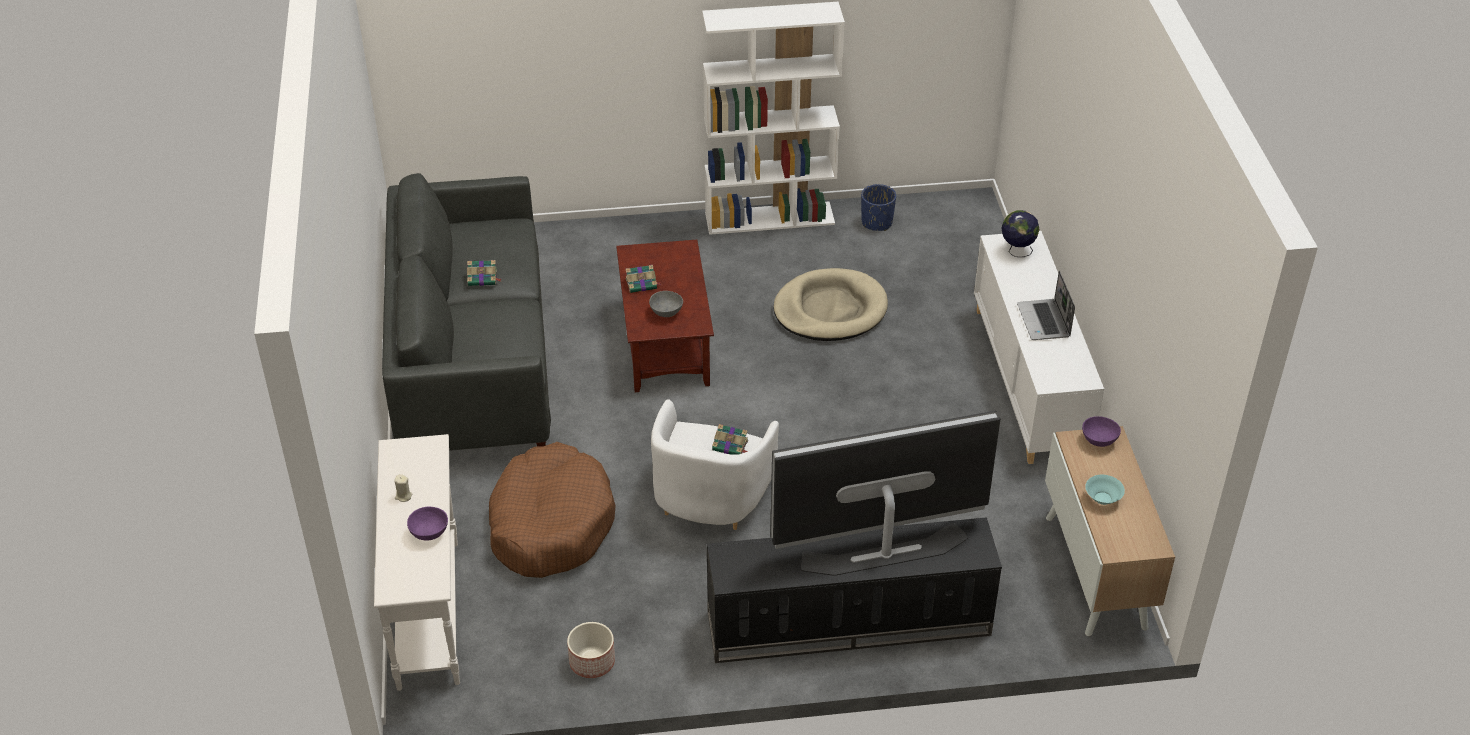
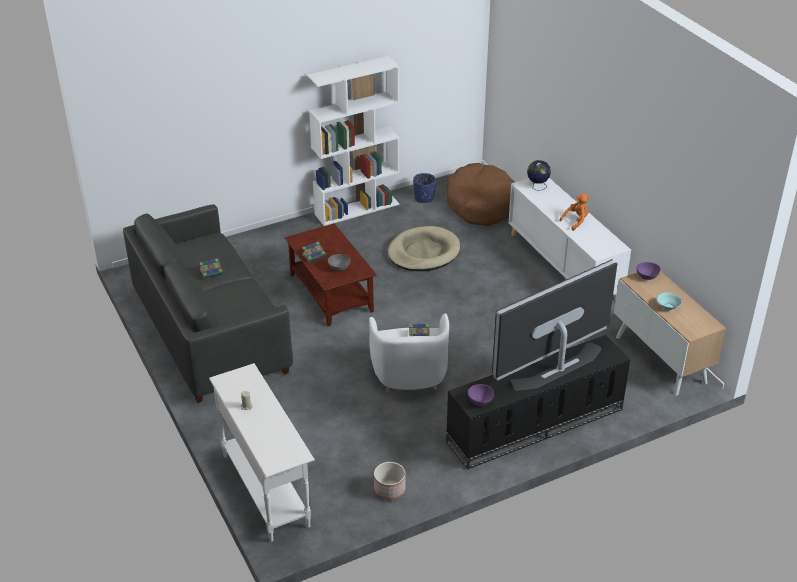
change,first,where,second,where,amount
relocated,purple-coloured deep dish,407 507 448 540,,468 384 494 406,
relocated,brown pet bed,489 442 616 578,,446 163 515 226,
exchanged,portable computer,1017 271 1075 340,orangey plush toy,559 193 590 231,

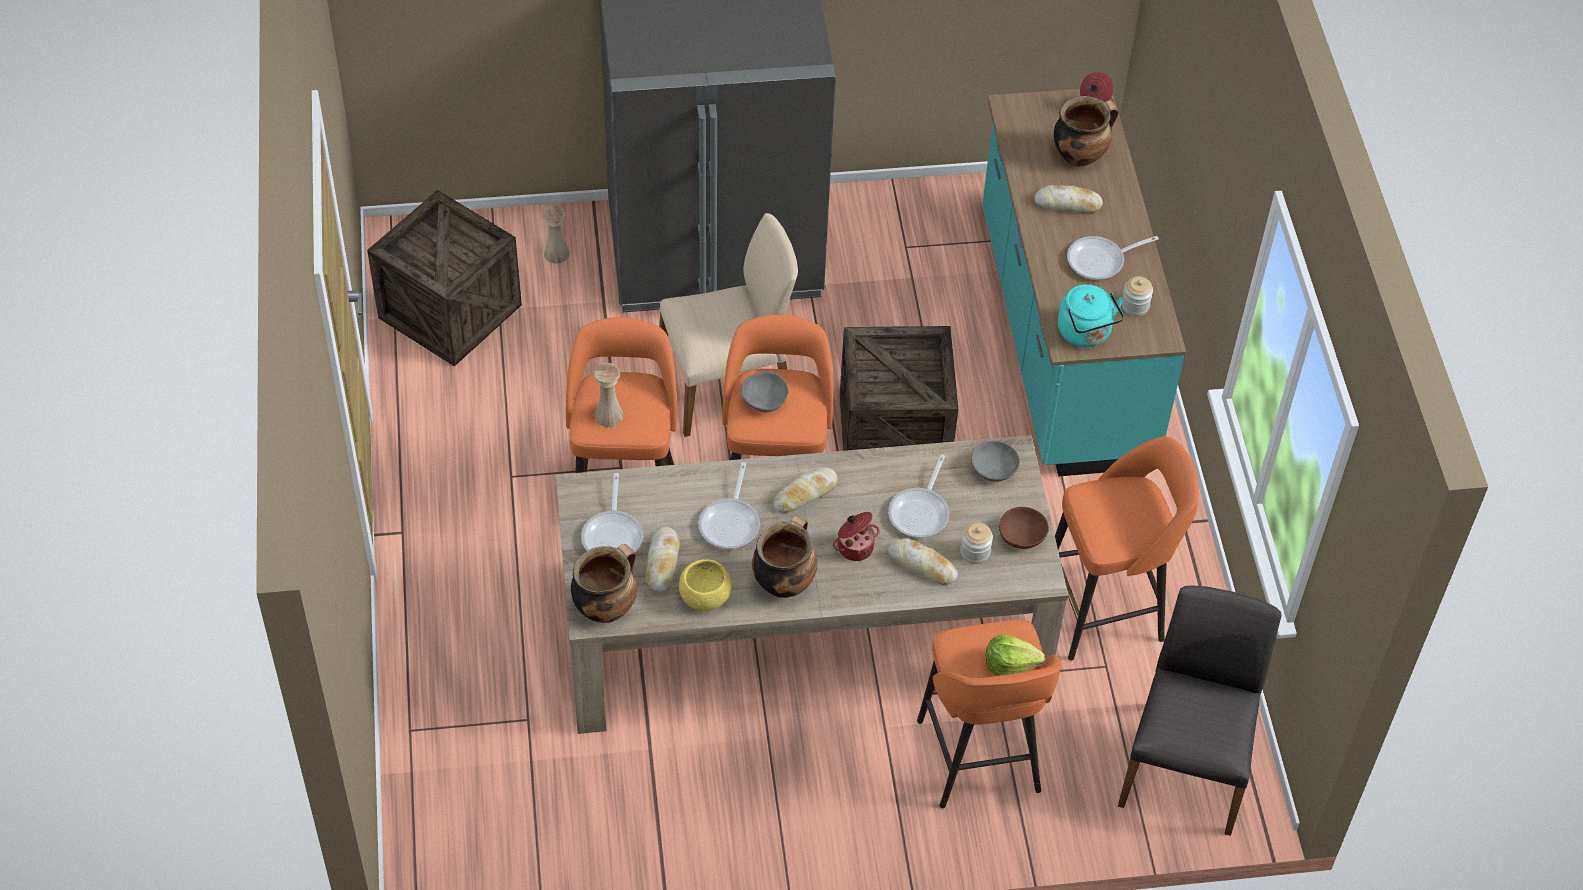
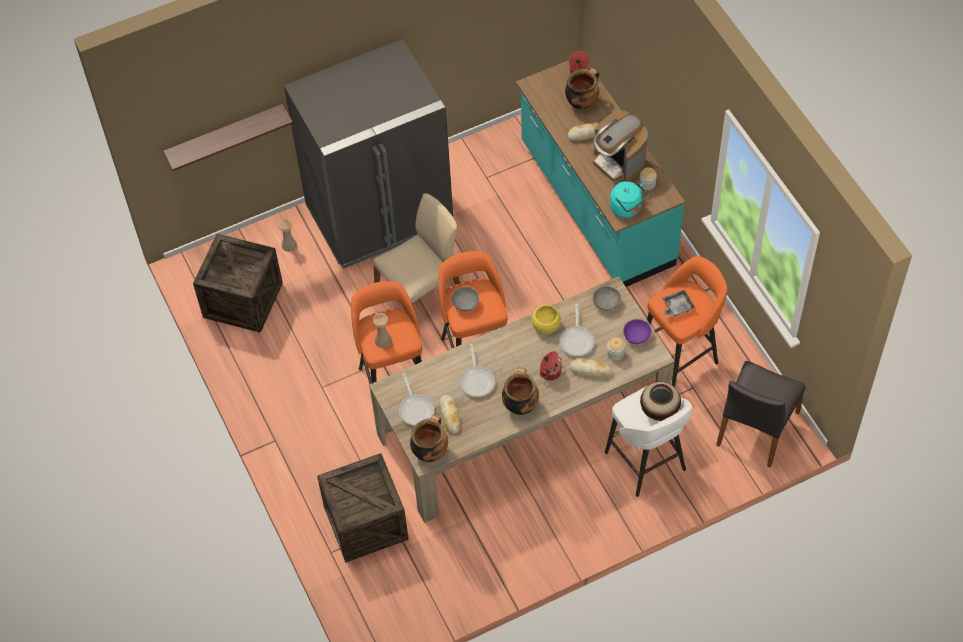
change,first,where,second,where,amount
missing,bread,773 468 838 513,,,
appeared,,,shelf,163 104 293 171,
appeared,,,grey tray,662 290 695 317,
relocated,yellow-coloured deep dish,679 559 731 611,,532 305 561 334,
relocated,packing crate,840 326 958 451,,317 453 409 563,
exchanged,lettuce head,986 634 1045 676,decorative vase,640 382 681 421,
exchanged,frying pan,1067 236 1159 280,coffee machine,593 110 648 182,
colour,orangey sitting stool,917 620 1061 808,whitish sitting stool,605 386 692 497,
colour,brown deep dish,999 507 1049 549,purple-coloured deep dish,623 319 651 344,
spun,grey plain chair,1118 586 1281 836,,716 361 805 468,150 degrees counterclockwise

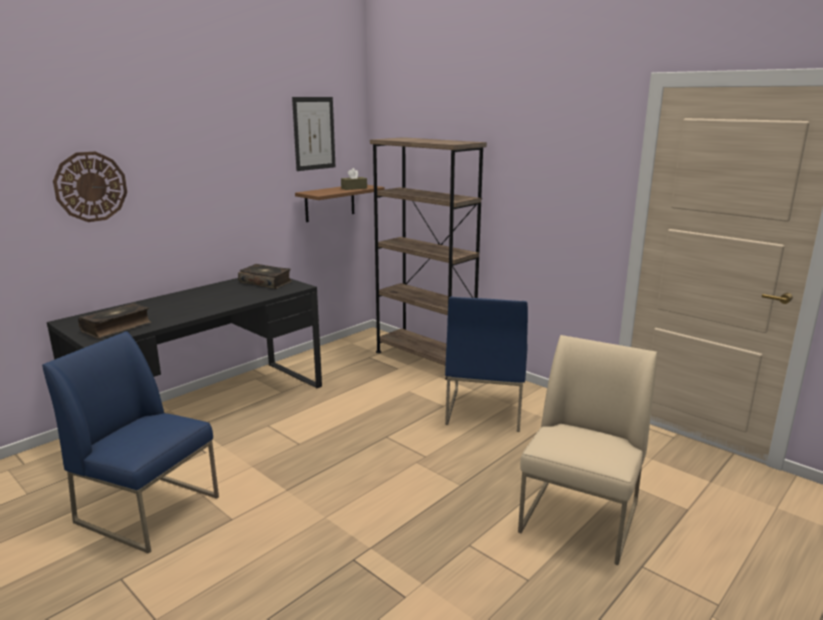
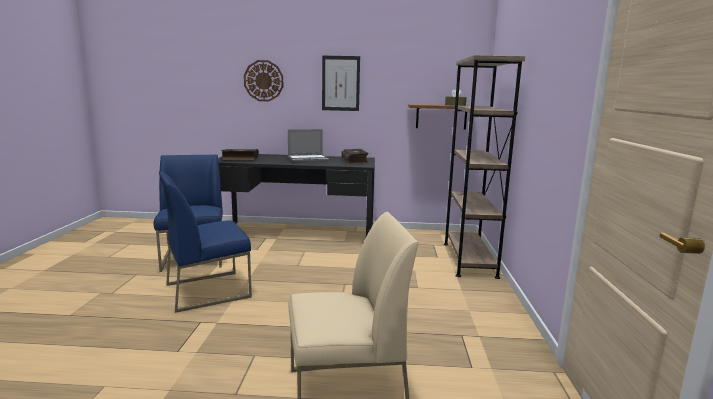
change,first,where,second,where,amount
appeared,,,portable computer,288 129 329 163,
relocated,wall picture,292 97 335 171,,322 56 360 111,
relocated,blue plain chair,445 297 528 432,,159 171 252 313,

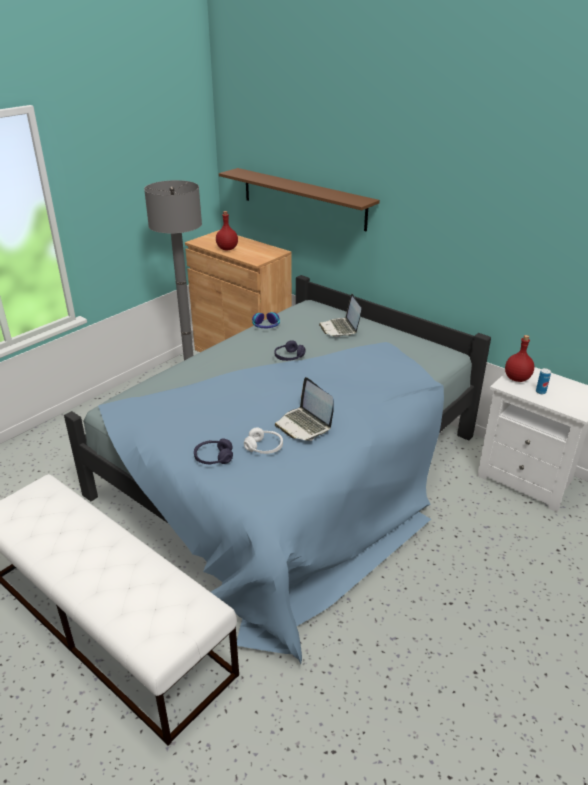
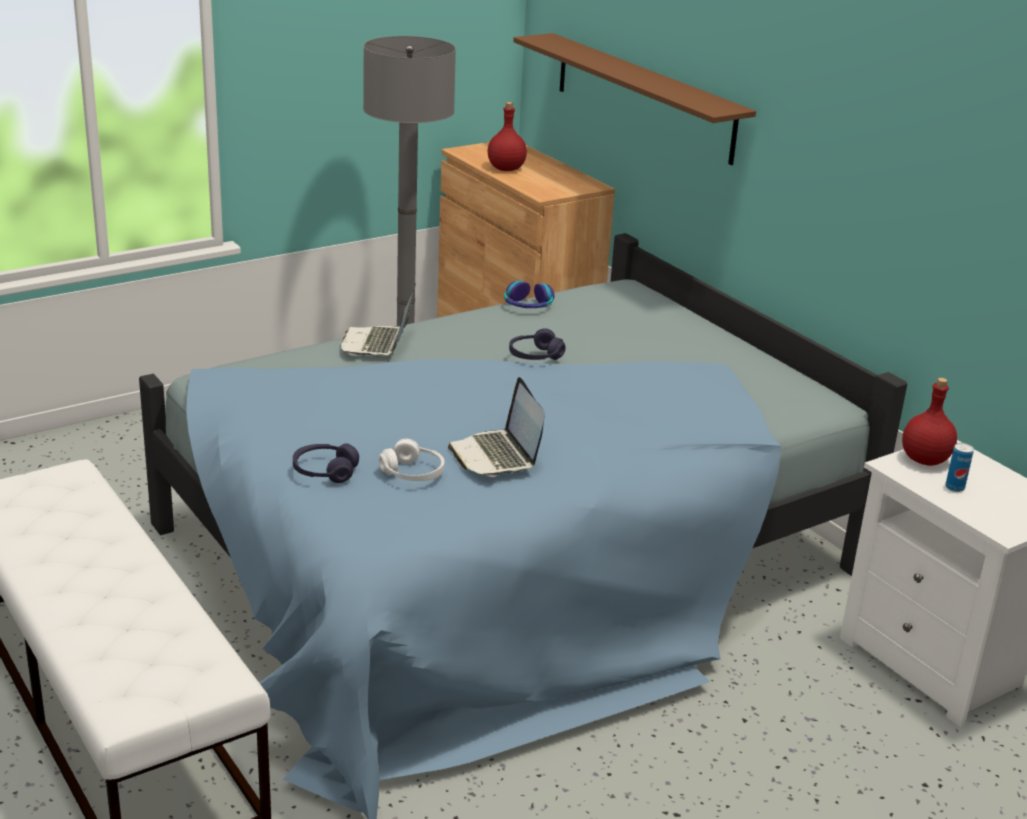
change,first,where,second,where,amount
relocated,portable computer,319 294 361 337,,340 284 416 356,

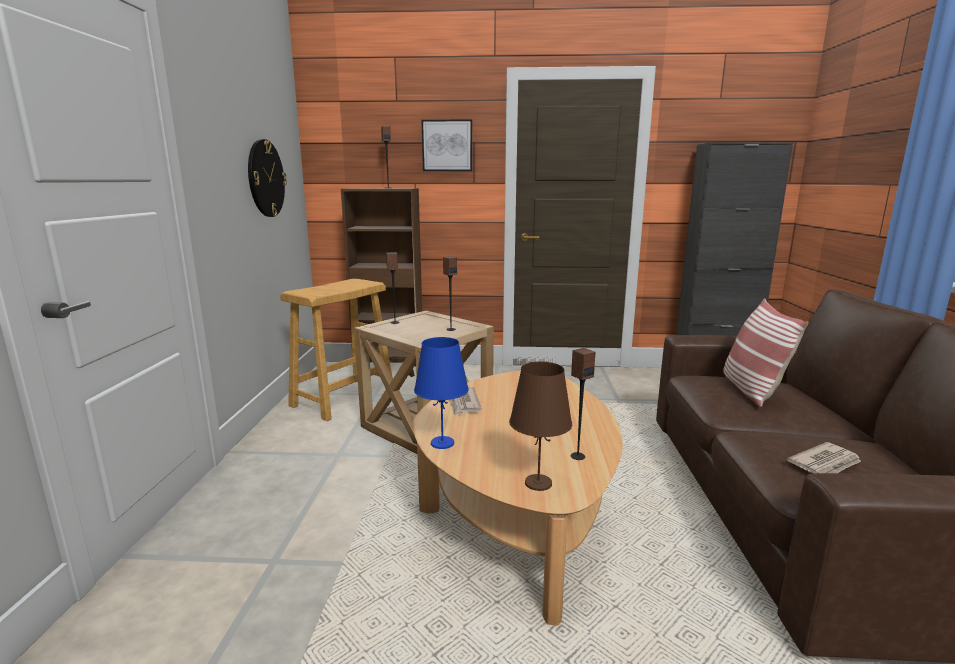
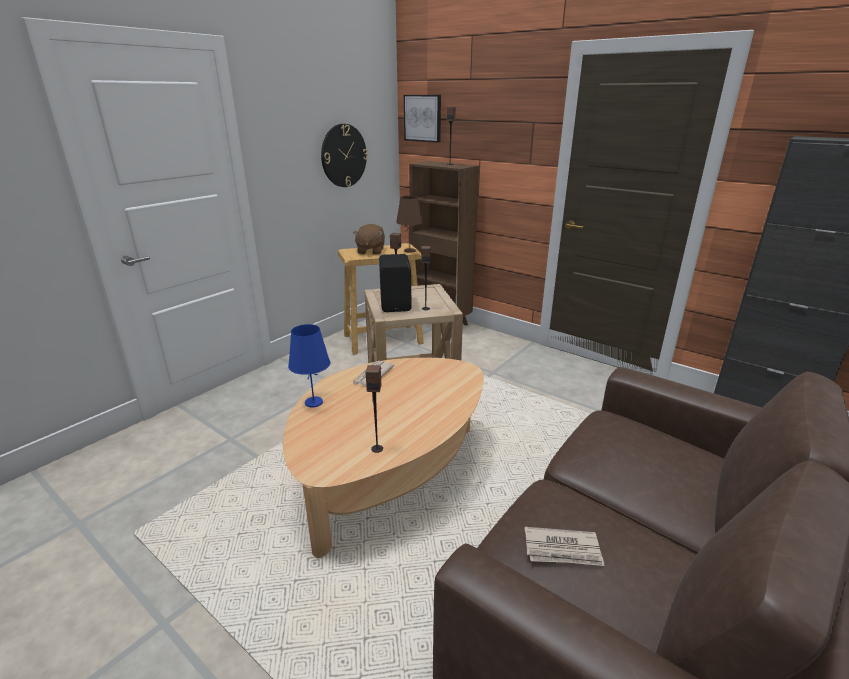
change,first,where,second,where,amount
missing,throw pillow,723 298 808 407,,,
appeared,,,brown plush toy,353 224 385 255,
appeared,,,blackish loudspeaker,379 254 412 312,
relocated,wall picture,422 120 472 171,,404 95 441 143,
relocated,brown table lamp,509 362 572 491,,396 196 423 253,

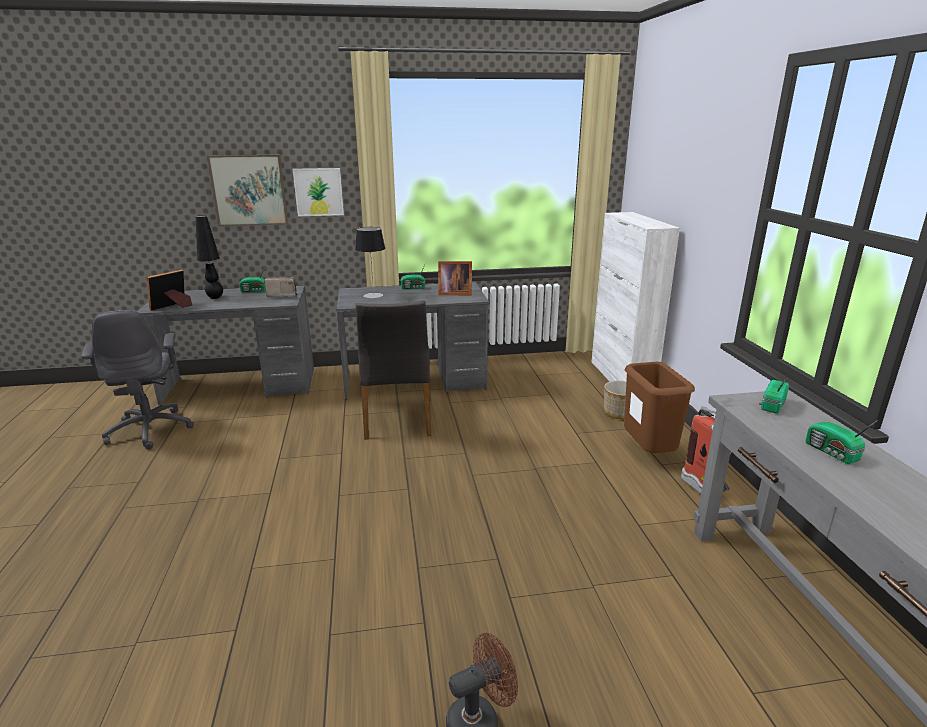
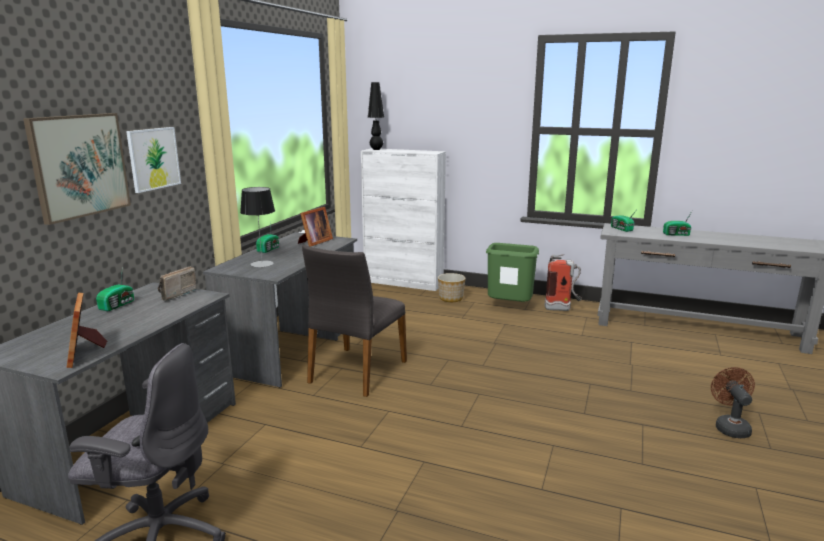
change,first,where,second,where,amount
relocated,blackish table lamp,196 215 223 299,,368 82 384 150,
colour,brown rubbish bin,624 362 695 453,green rubbish bin,486 243 539 302,
spun,grey plain chair,355 300 431 440,,302 245 407 397,90 degrees clockwise

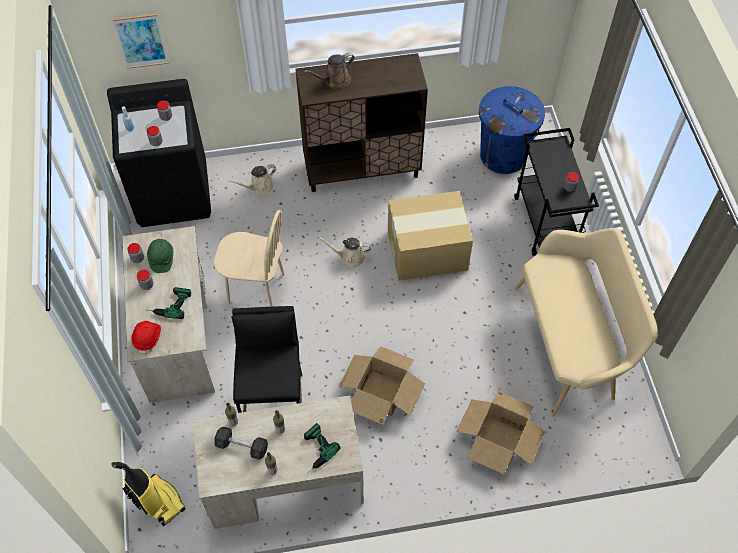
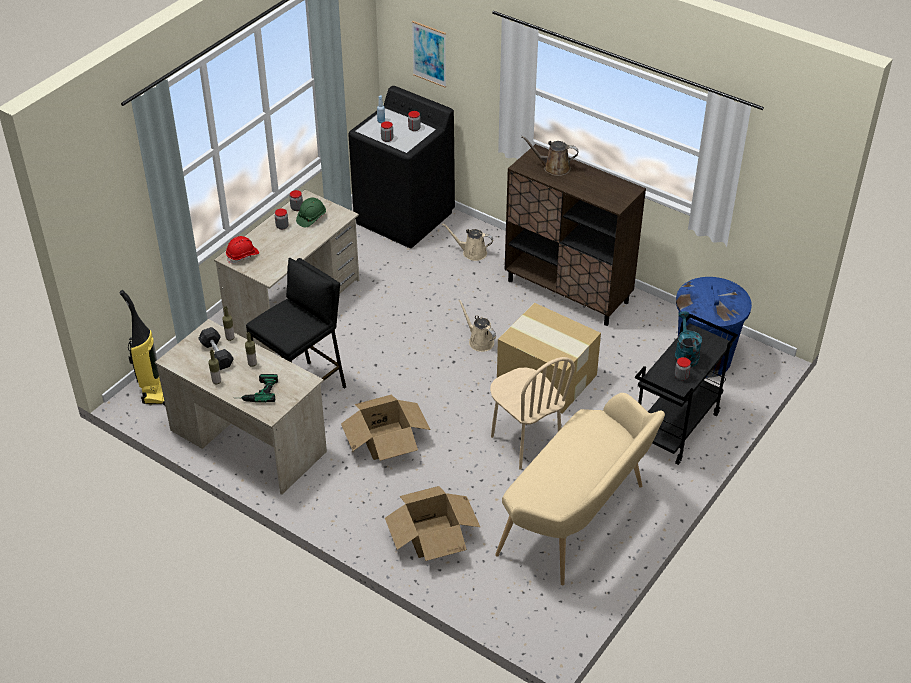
change,first,where,second,where,amount
missing,drill,148 287 191 319,,,
appeared,,,blue-green watering can,675 311 702 367,
relocated,beige plain chair,214 210 284 307,,490 357 575 470,

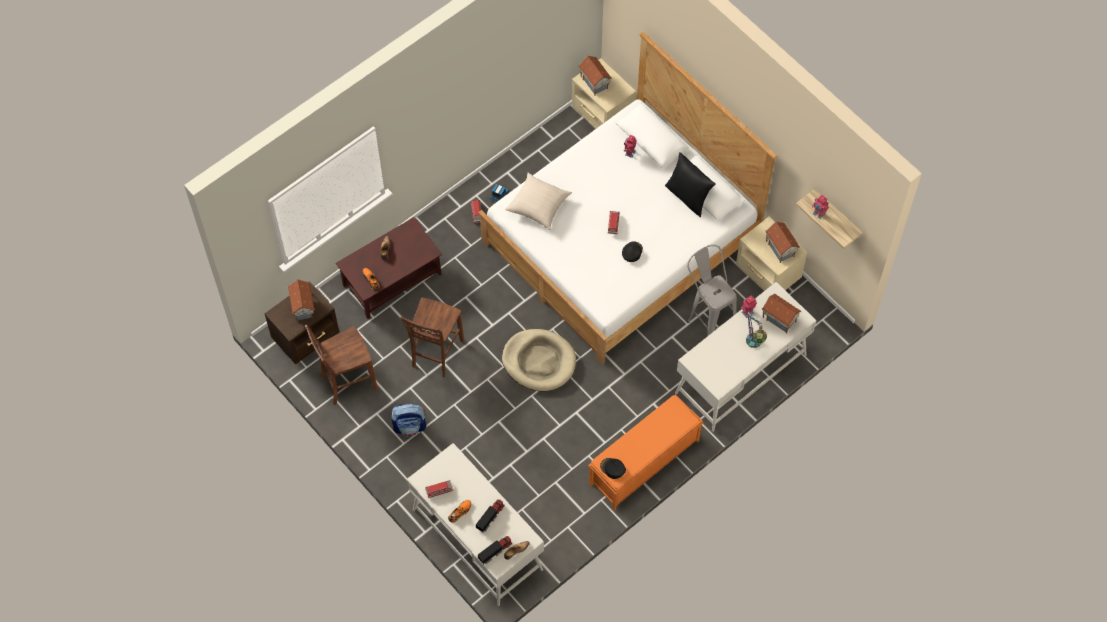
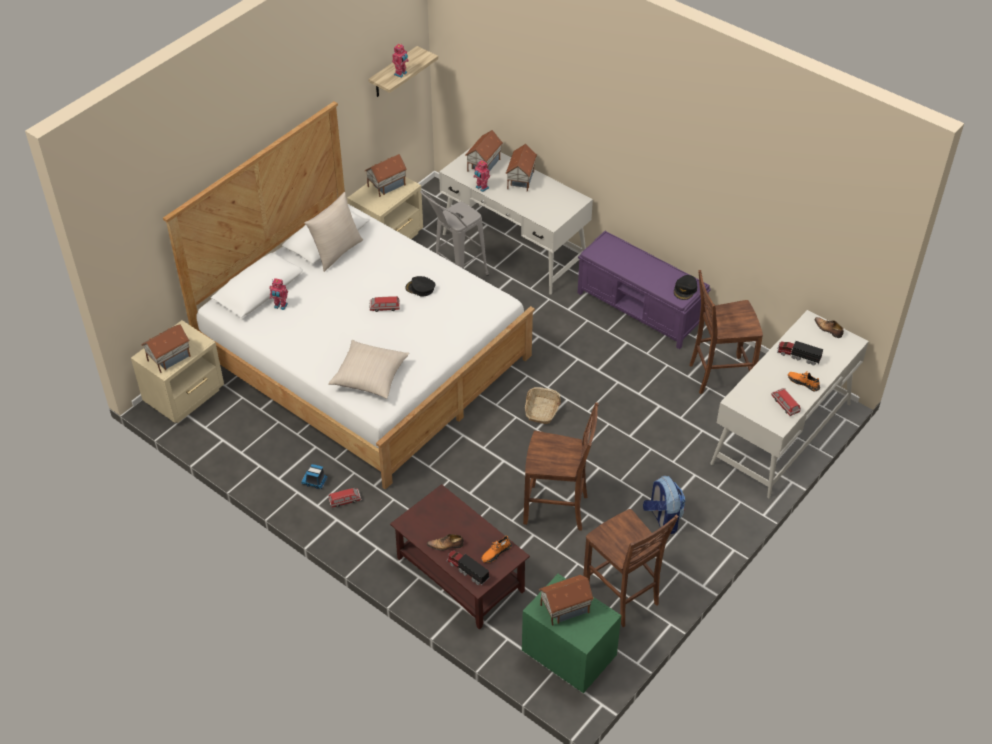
change,first,where,second,where,amount
appeared,,,brown plain chair,689 270 763 394,
relocated,toy lorry,478 536 513 565,,447 550 490 585,
exchanged,beige pet bed,502 329 576 391,household basket,525 387 561 424,
exchanged,table lamp,746 312 767 348,model house,506 144 537 192,
colour,brown bedside table,265 281 339 364,green bedside table,522 574 621 693,
colour,orangey indoor bench,588 395 703 511,purple-coloured indoor bench,577 231 711 349,
colour,blackish throw pillow,665 152 715 217,beige throw pillow,304 192 363 272,

